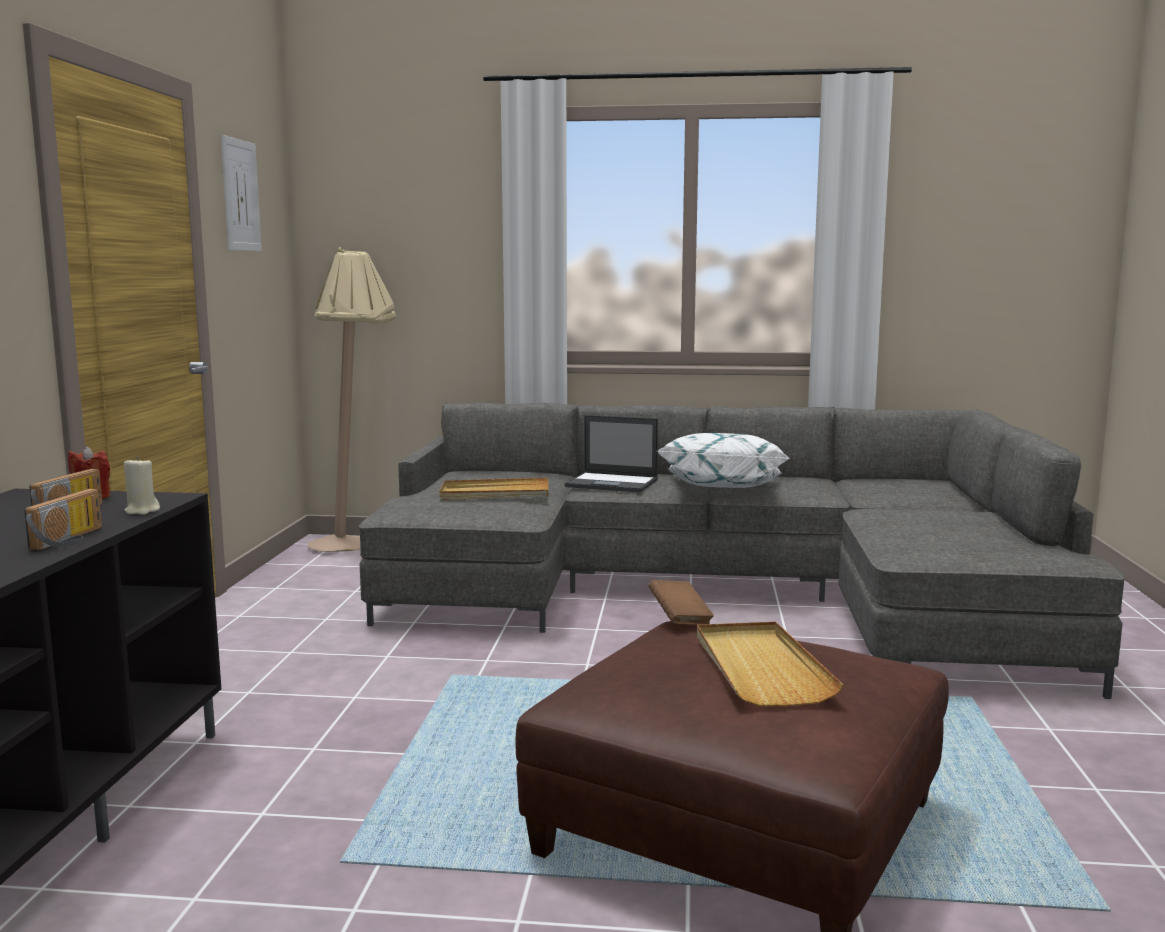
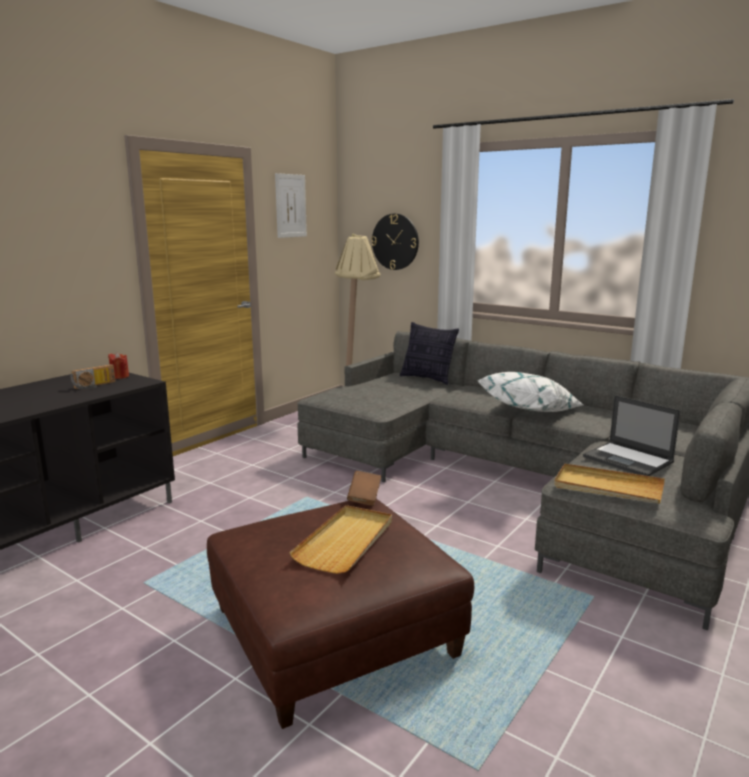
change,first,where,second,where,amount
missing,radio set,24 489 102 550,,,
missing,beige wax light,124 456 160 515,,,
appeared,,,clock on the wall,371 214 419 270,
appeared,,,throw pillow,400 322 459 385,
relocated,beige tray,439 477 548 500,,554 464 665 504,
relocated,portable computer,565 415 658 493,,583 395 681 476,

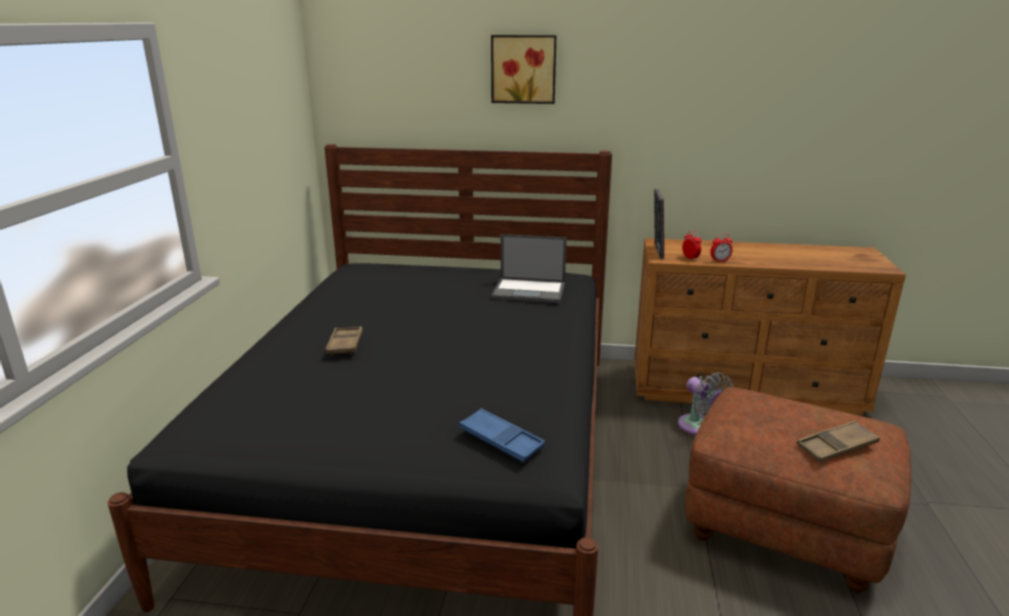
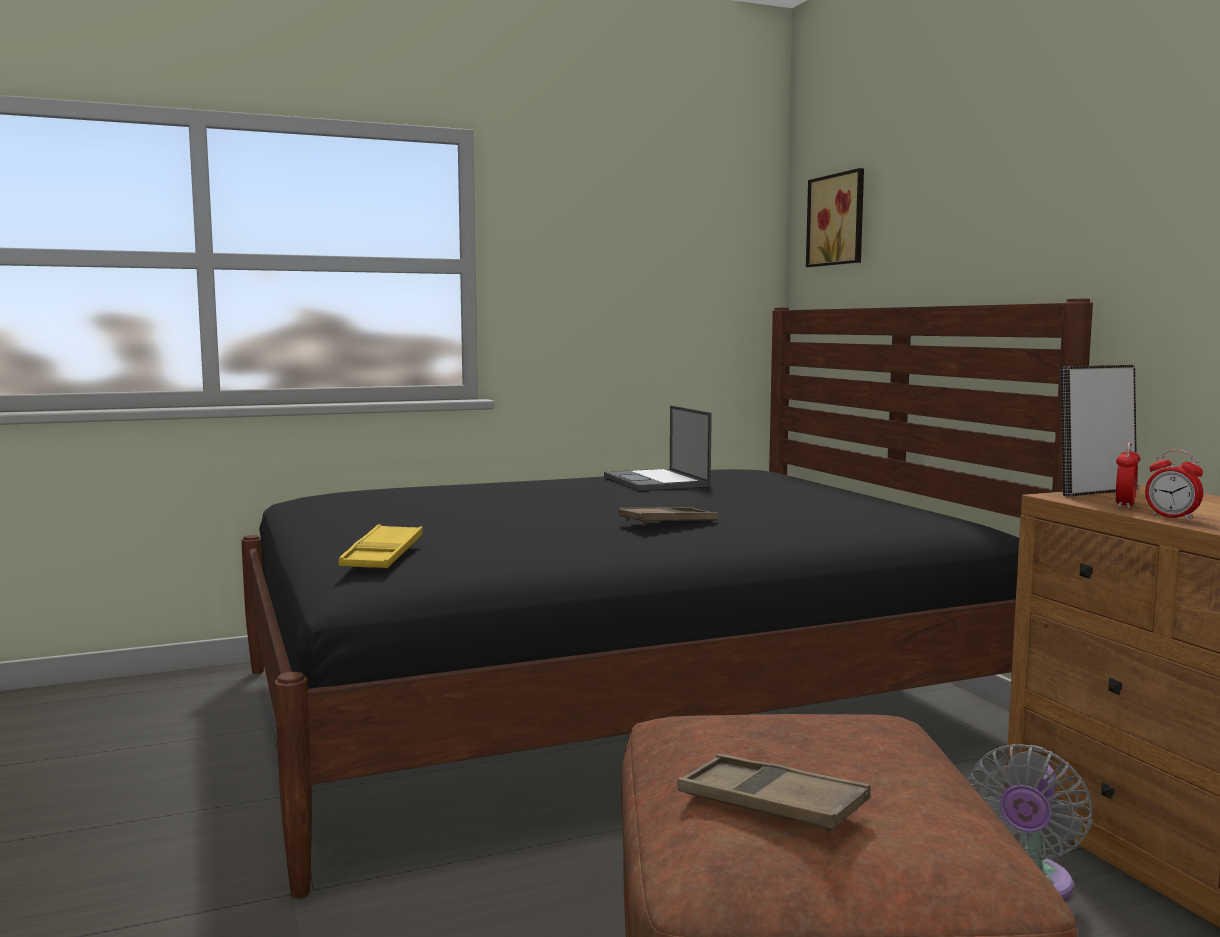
change,first,where,second,where,amount
relocated,brown tray,325 326 363 355,,618 507 719 525,
relocated,wall picture,491 35 557 104,,806 168 864 267,
relocated,portable computer,491 234 567 303,,604 405 712 491,
colour,blue tray,459 408 545 462,yellow-coloured tray,338 524 423 568,

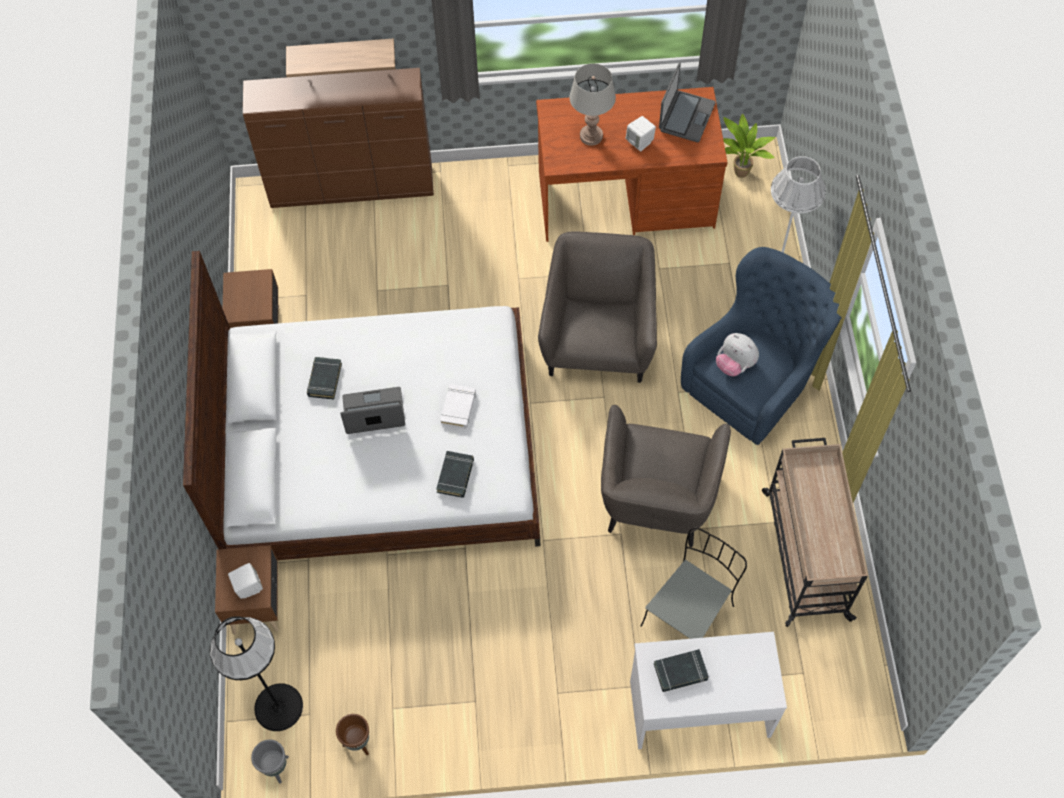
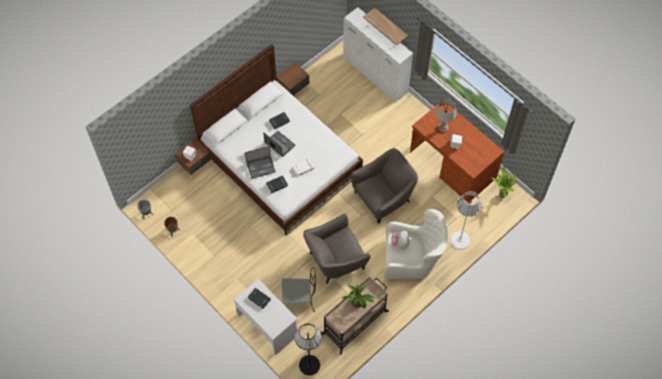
change,first,where,second,where,amount
appeared,,,houseplant,342 283 375 308,
relocated,blackish floor lamp,210 616 303 731,,295 323 321 376,
relocated,portable computer,659 63 715 142,,245 146 276 179,
colour,brown drawer chest,243 68 434 208,whitish drawer chest,343 7 413 103,
colour,blue armchair,681 247 842 445,whitish armchair,385 209 448 279,

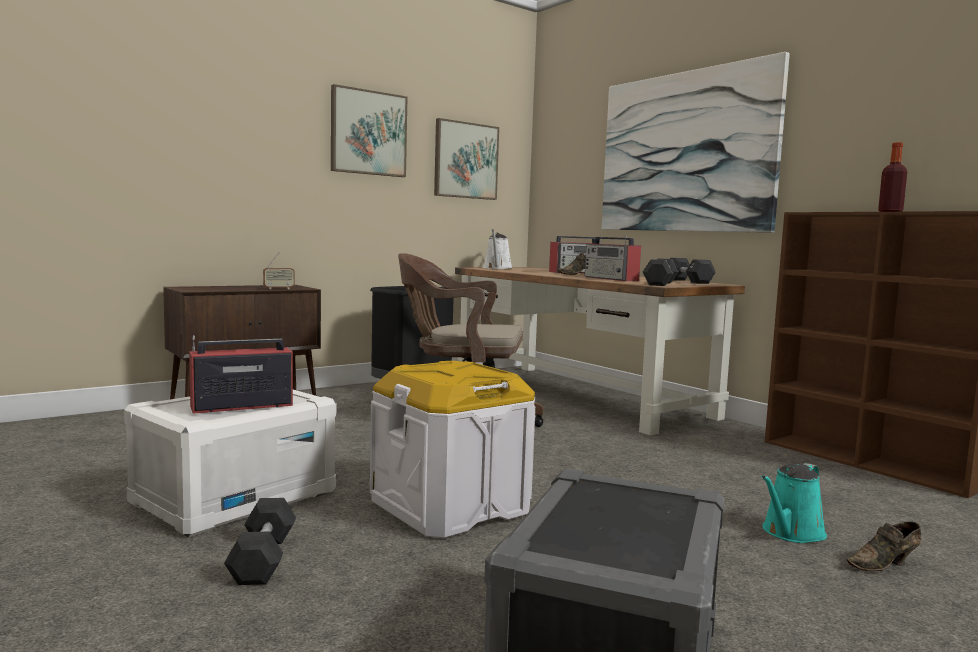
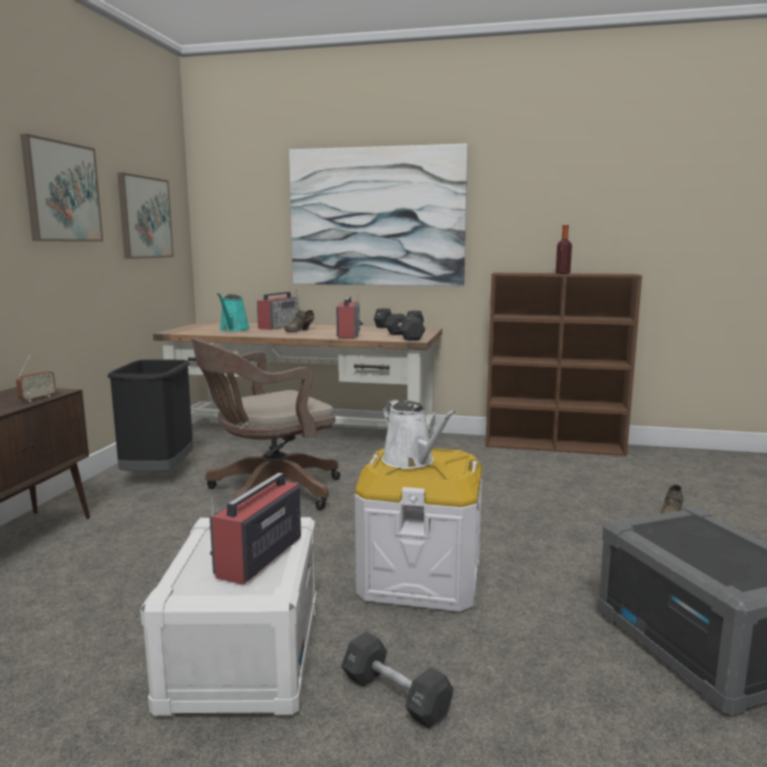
change,first,where,second,where,amount
relocated,whitish watering can,483 229 512 269,,382 400 456 469,
relocated,blue-green watering can,761 463 827 543,,217 293 250 331,
spun,radio set,585 235 641 281,,336 294 363 339,105 degrees counterclockwise

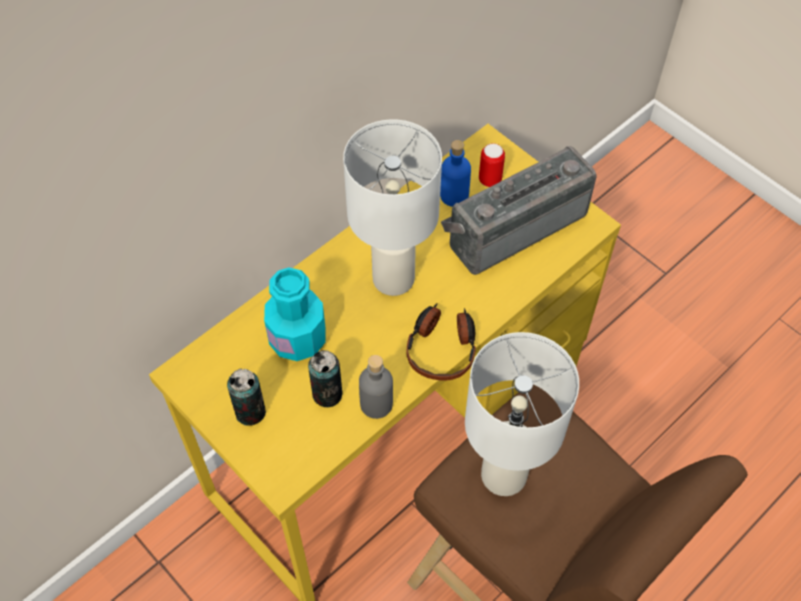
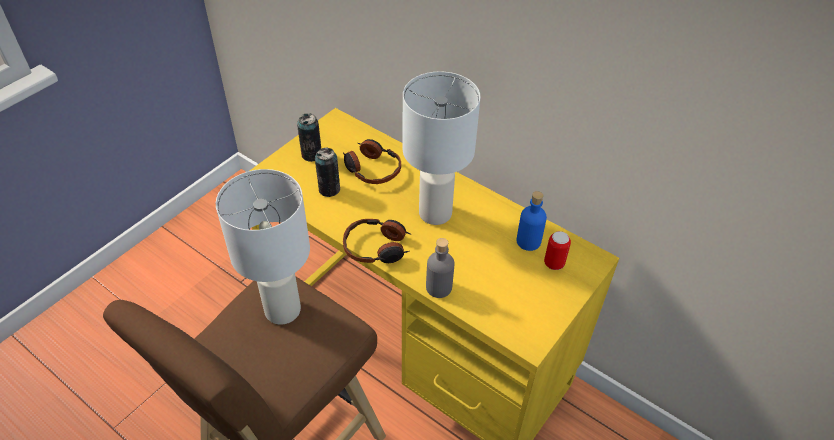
change,first,where,second,where,amount
missing,radio set,441 146 597 275,,,
relocated,grey bottle,359 355 393 419,,426 238 454 298,
exchanged,blue-green bottle,264 267 325 361,pair of headphones,343 139 401 184,

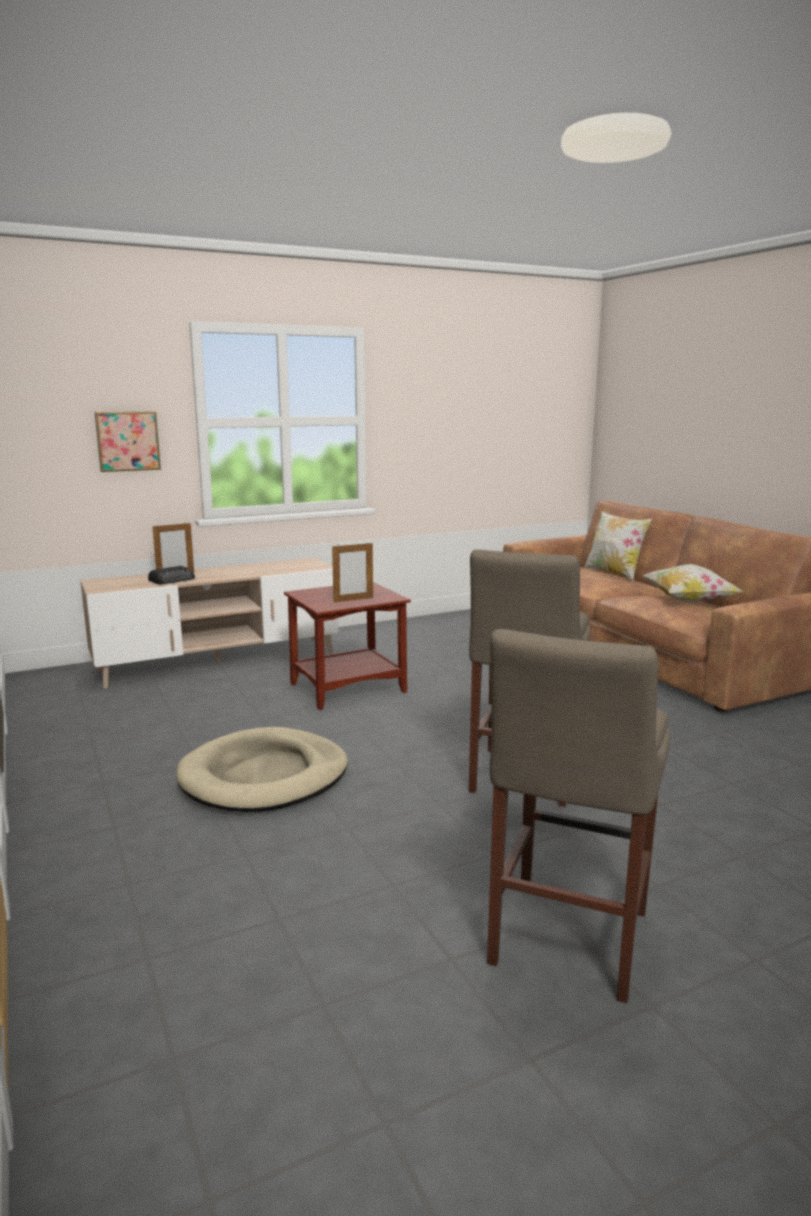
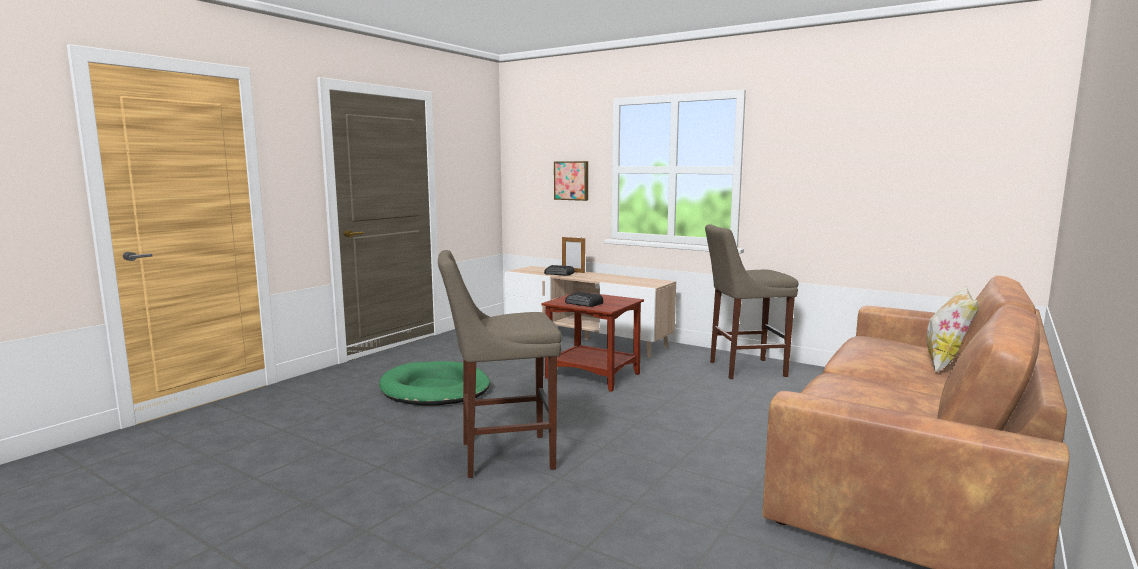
change,first,where,second,where,amount
missing,throw pillow,642 564 744 603,,,
relocated,beige sitting stool,487 629 670 1003,,705 224 798 379,
exchanged,standing frame,332 542 373 602,radio set,565 292 603 307,
colour,beige pet bed,176 727 348 812,green pet bed,379 361 490 406,

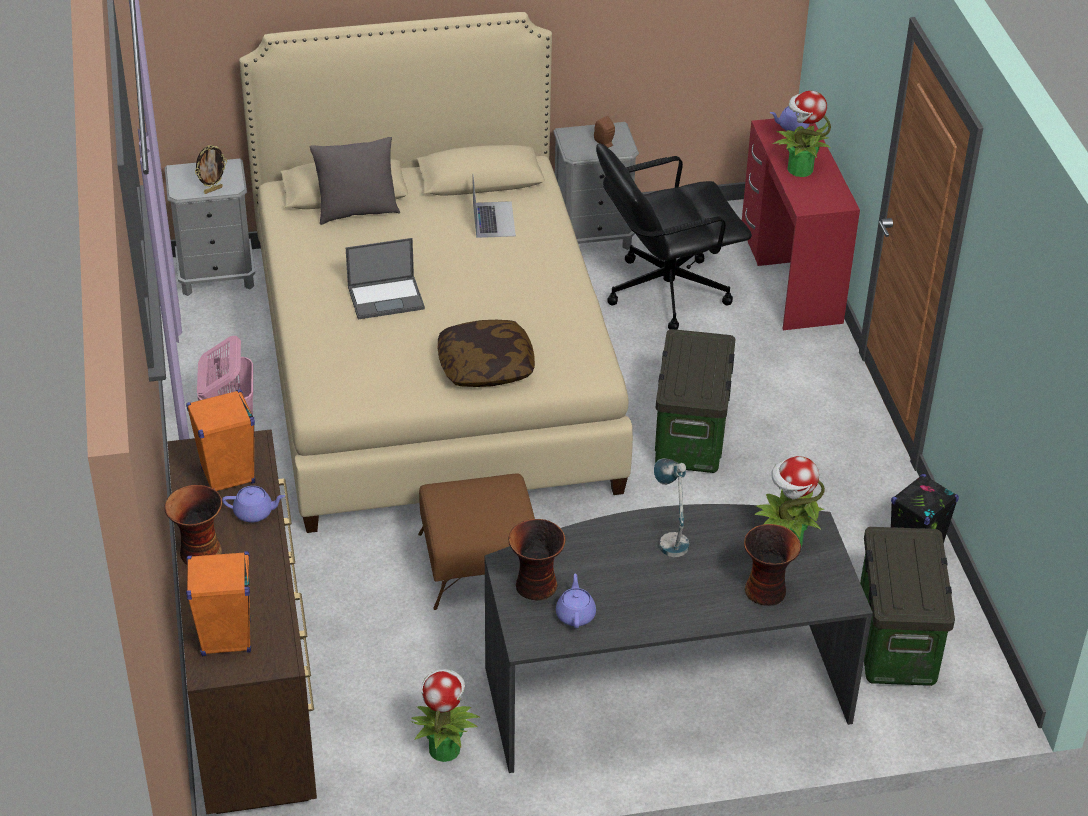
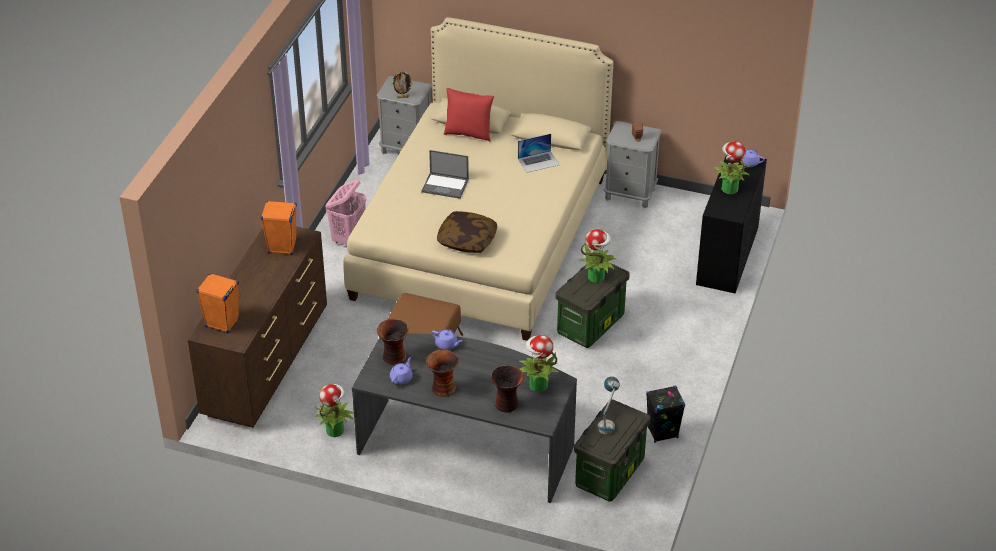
change,first,where,second,where,amount
missing,blackish office chair,596 143 752 330,,,
appeared,,,houseplant,579 229 617 283,
relocated,decorative vase,164 485 222 564,,426 350 459 397,
relocated,purple-coloured teapot,222 486 285 523,,432 329 463 350,
relocated,table lamp,654 458 689 557,,598 376 620 434,
colour,grey throw pillow,309 137 400 225,red throw pillow,444 88 494 142,
colour,red desk table,742 119 860 330,blackish desk table,696 155 767 294,
spun,portable computer,473 176 516 238,,518 134 559 173,45 degrees clockwise

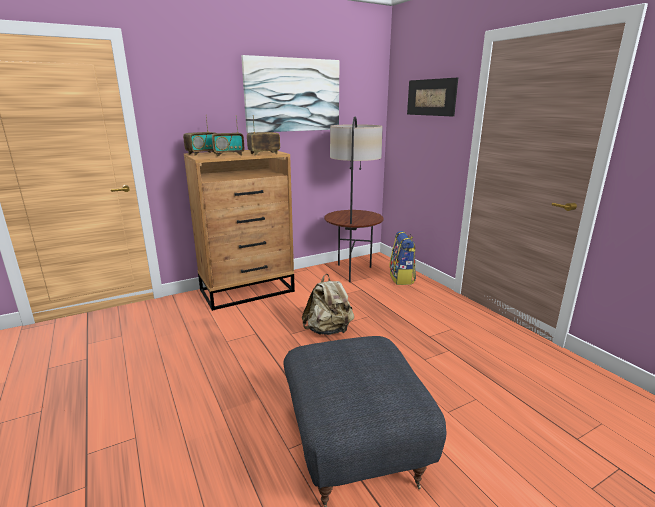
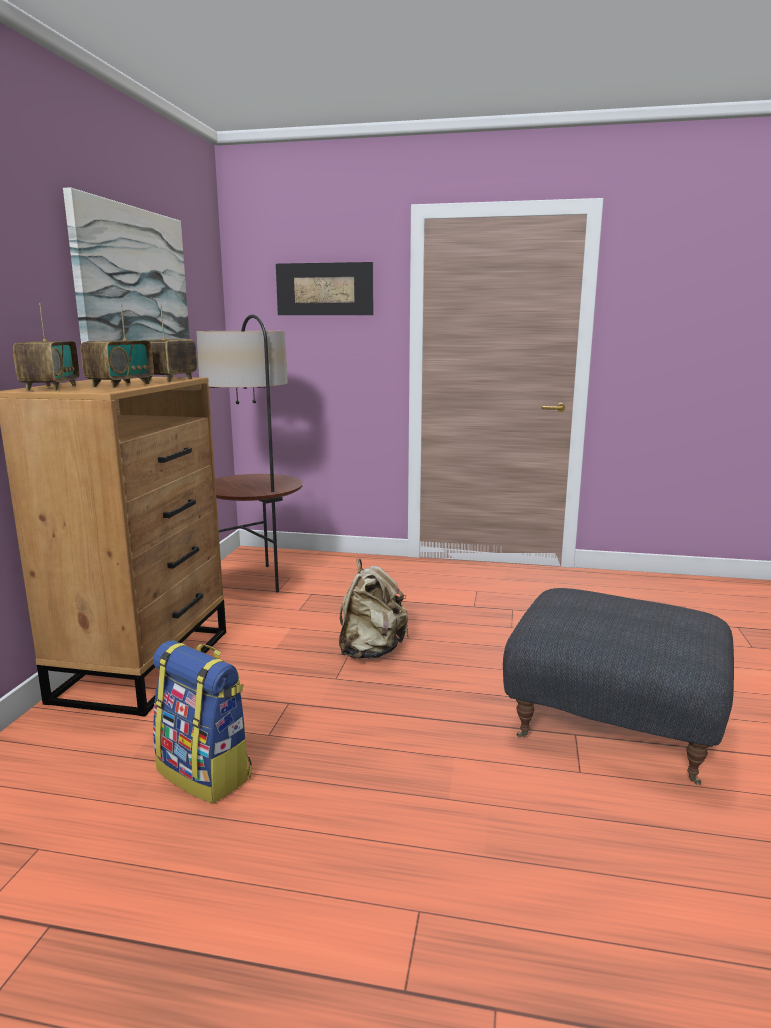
change,first,where,second,where,amount
relocated,rucksack,389 231 416 285,,153 640 252 804,

